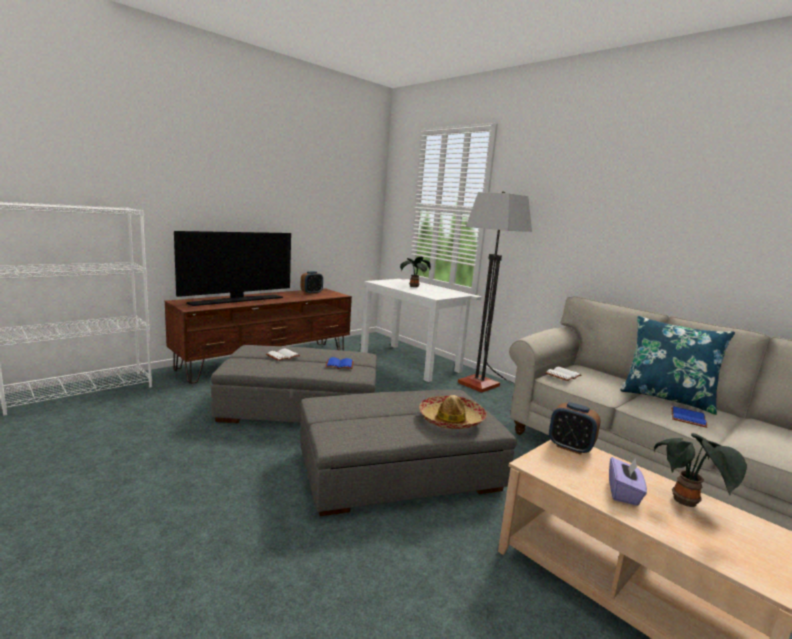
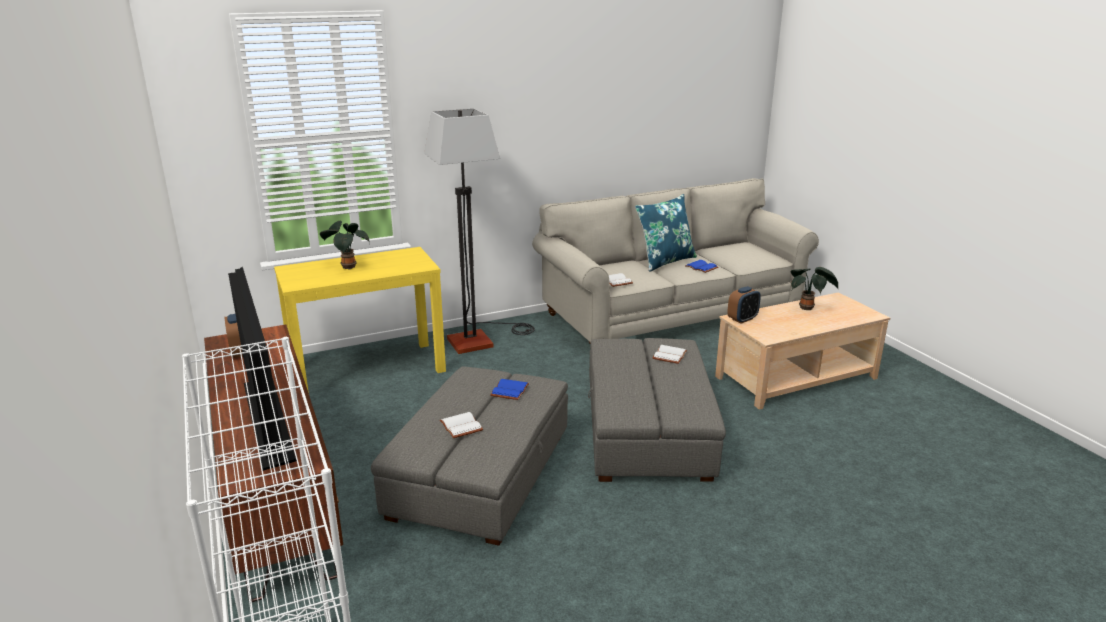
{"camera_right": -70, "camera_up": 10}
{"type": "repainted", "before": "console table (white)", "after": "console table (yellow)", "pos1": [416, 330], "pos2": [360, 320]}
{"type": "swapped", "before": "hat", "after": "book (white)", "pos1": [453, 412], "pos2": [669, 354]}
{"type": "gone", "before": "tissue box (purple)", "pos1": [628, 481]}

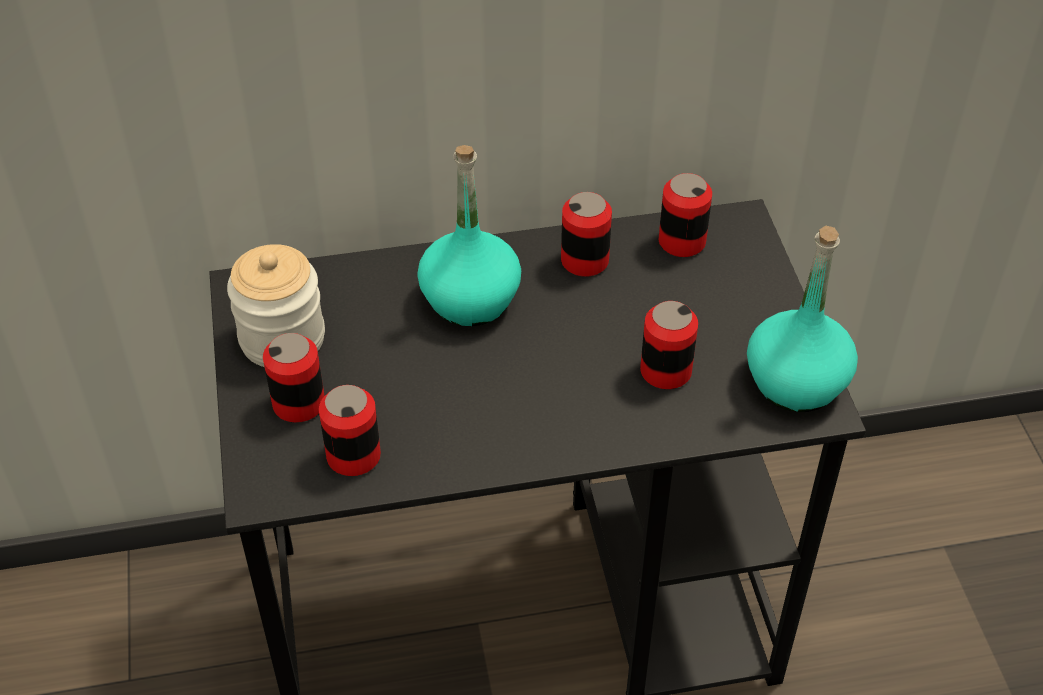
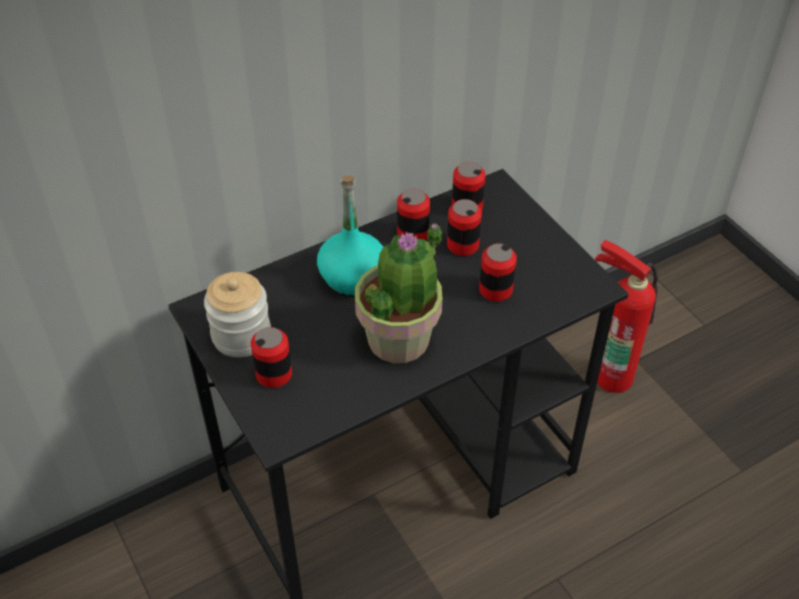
{"camera_right": -20, "camera_up": 0}
{"type": "new", "after": "potted plant", "pos2": [398, 293]}
{"type": "shifted", "before": "can", "pos1": [350, 430], "pos2": [464, 227]}
{"type": "new", "after": "fire extinguisher", "pos2": [626, 316]}
{"type": "gone", "before": "bottle (turquoise)", "pos1": [802, 319]}

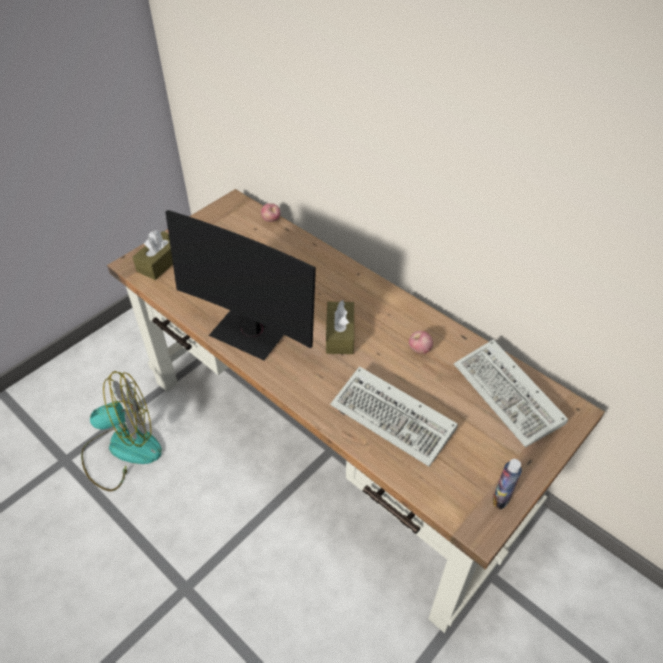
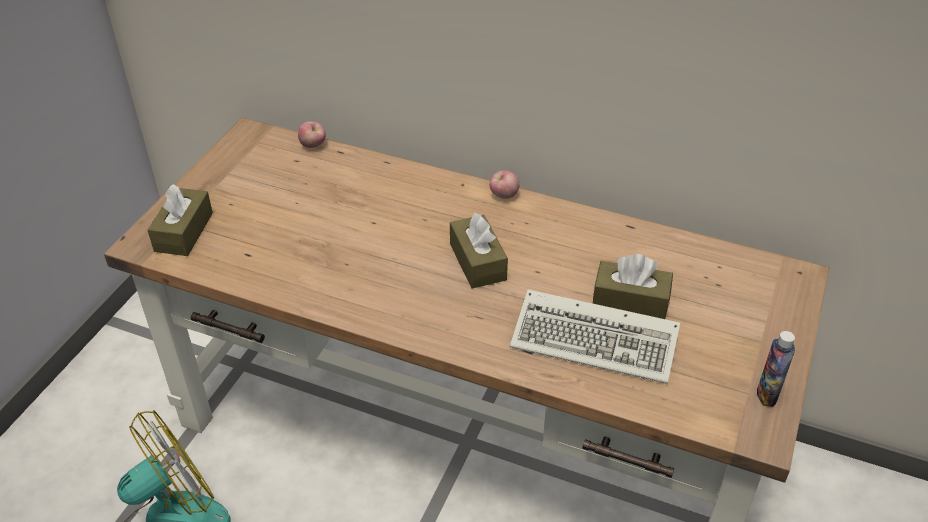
{"camera_right": -20, "camera_up": -5}
{"type": "shifted", "before": "apple", "pos1": [421, 342], "pos2": [504, 184]}
{"type": "new", "after": "tissue box (brown)", "pos2": [633, 286]}
{"type": "gone", "before": "monitor", "pos1": [241, 285]}
{"type": "gone", "before": "keyboard", "pos1": [511, 393]}

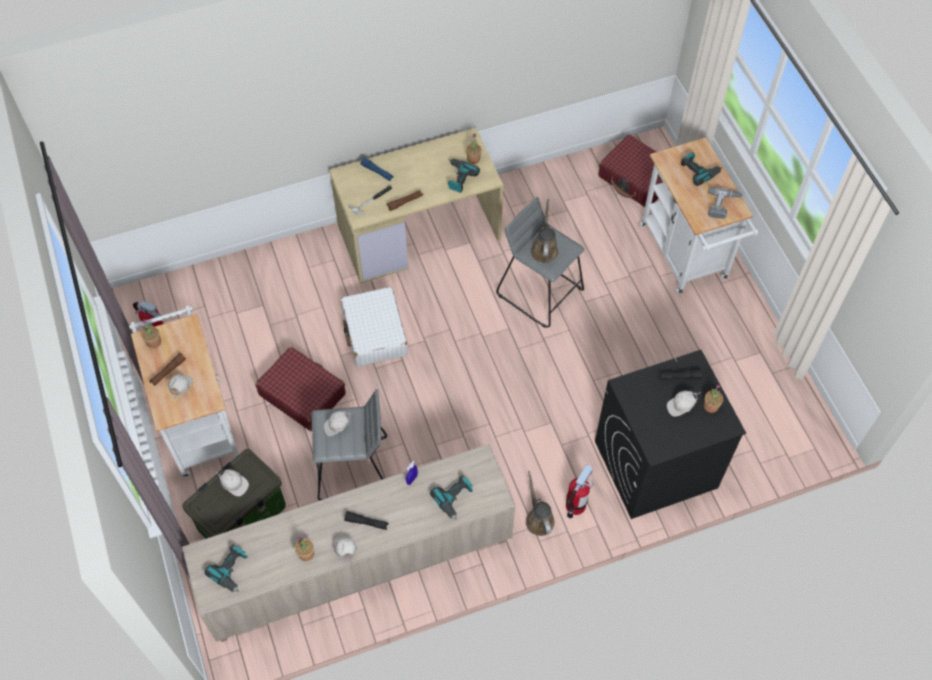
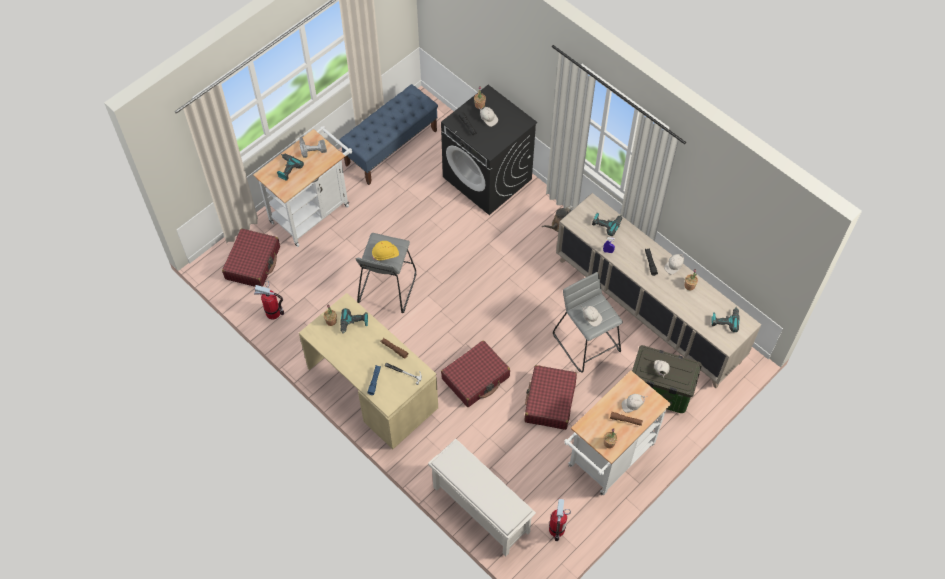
{"camera_right": -115, "camera_up": 0}
{"type": "shifted", "before": "fire extinguisher", "pos1": [580, 491], "pos2": [269, 300]}
{"type": "new", "after": "bench (blue)", "pos2": [388, 134]}
{"type": "swapped", "before": "watering can (brown)", "after": "hard hat (yellow)", "pos1": [544, 231], "pos2": [385, 251]}
{"type": "new", "after": "shoe rack (white)", "pos2": [482, 497]}
{"type": "repainted", "before": "suitcase (white)", "after": "suitcase (red)", "pos1": [374, 327], "pos2": [475, 373]}

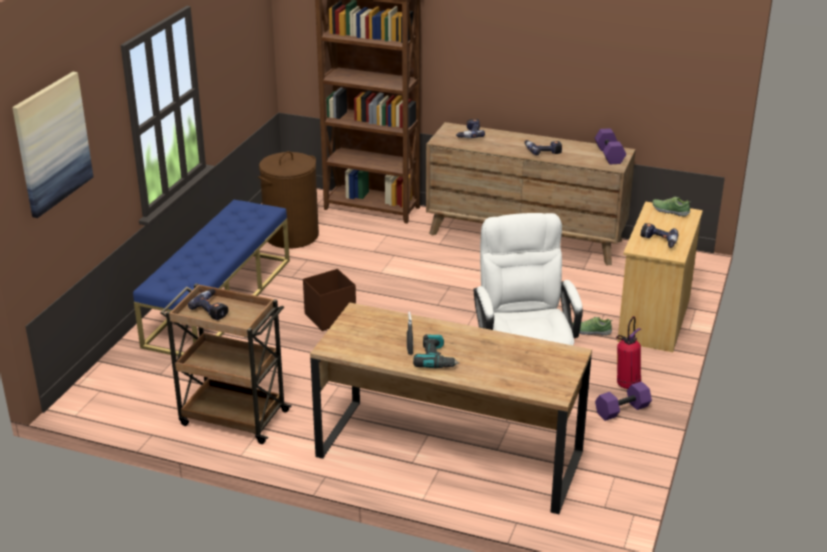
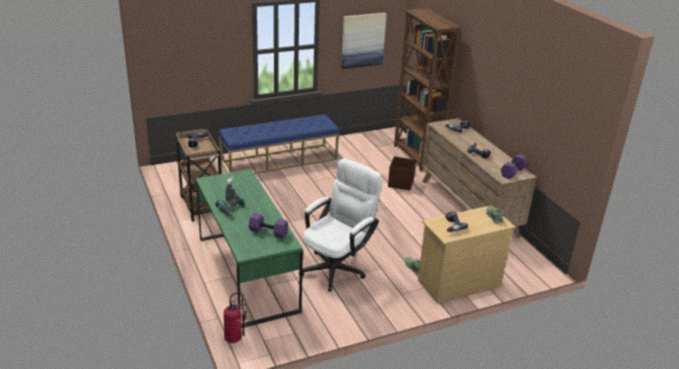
{"camera_right": 45, "camera_up": 0}
{"type": "repainted", "before": "desk (brown)", "after": "desk (green)", "pos1": [451, 408], "pos2": [249, 248]}
{"type": "shifted", "before": "fire extinguisher", "pos1": [629, 352], "pos2": [235, 318]}
{"type": "shifted", "before": "dumbbell (purple)", "pos1": [623, 401], "pos2": [268, 226]}
{"type": "shifted", "before": "picture", "pos1": [52, 145], "pos2": [364, 41]}
{"type": "shifted", "before": "storage box (brown)", "pos1": [329, 300], "pos2": [402, 173]}
{"type": "gone", "before": "laundry basket (brown)", "pos1": [288, 200]}

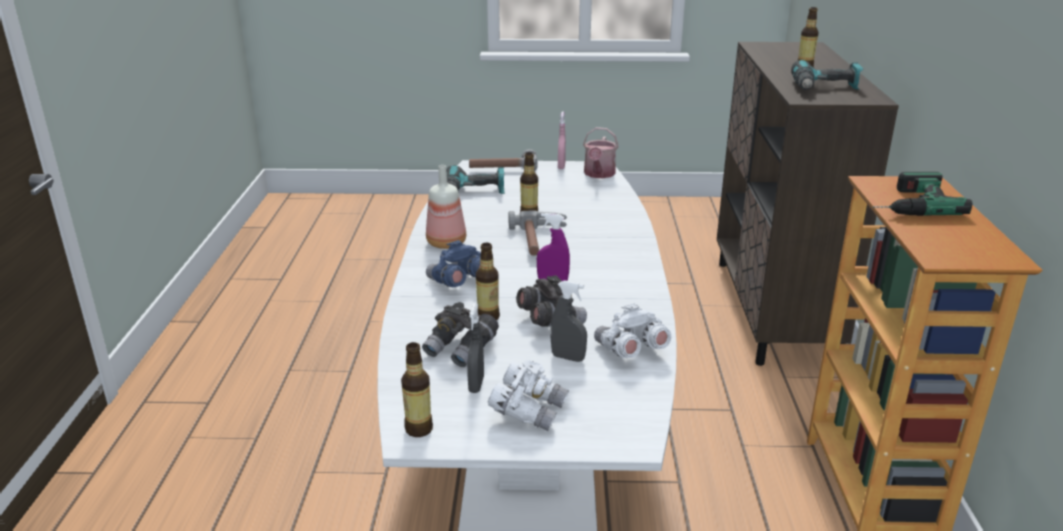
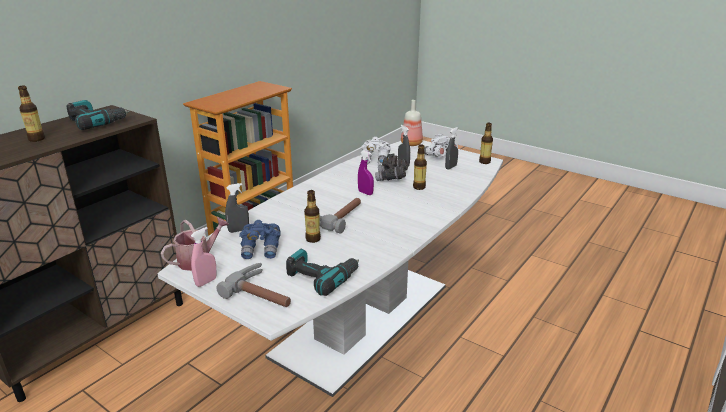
{"camera_right": -145, "camera_up": 0}
{"type": "new", "after": "spray bottle (grey)", "pos2": [237, 208]}
{"type": "shifted", "before": "binoculars (blue)", "pos1": [453, 263], "pos2": [260, 239]}
{"type": "shifted", "before": "bottle", "pos1": [446, 207], "pos2": [412, 123]}
{"type": "gone", "before": "binoculars (grey)", "pos1": [460, 334]}
{"type": "gone", "before": "power drill", "pos1": [922, 194]}

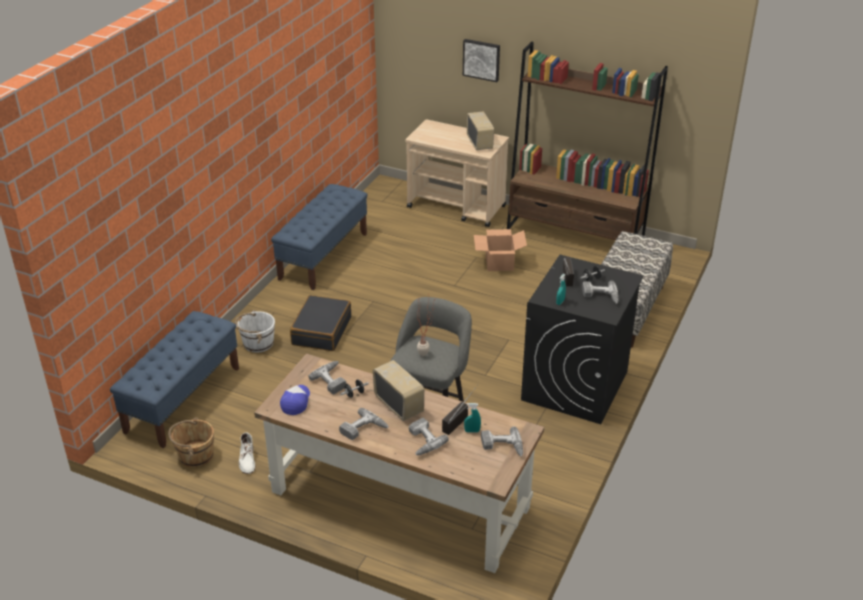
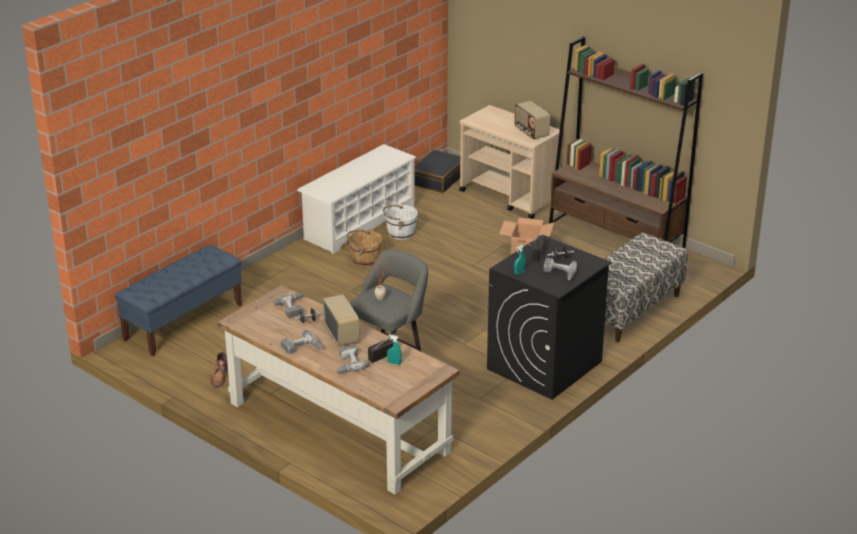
{"camera_right": 15, "camera_up": -5}
{"type": "repainted", "before": "boot (white)", "after": "boot (brown)", "pos1": [247, 453], "pos2": [219, 369]}
{"type": "swapped", "before": "bench (blue)", "after": "shoe rack (white)", "pos1": [319, 237], "pos2": [356, 199]}
{"type": "shifted", "before": "bucket (brown)", "pos1": [191, 442], "pos2": [364, 248]}
{"type": "shifted", "before": "bucket (white)", "pos1": [255, 331], "pos2": [400, 222]}
{"type": "shifted", "before": "suitcase (black)", "pos1": [320, 323], "pos2": [437, 171]}
{"type": "rotated", "before": "radio", "pos1": [480, 130], "pos2": [532, 120], "turn": 150}
{"type": "gone", "before": "cap", "pos1": [295, 400]}
{"type": "gone", "before": "picture", "pos1": [481, 60]}
{"type": "gone", "before": "power drill", "pos1": [502, 441]}

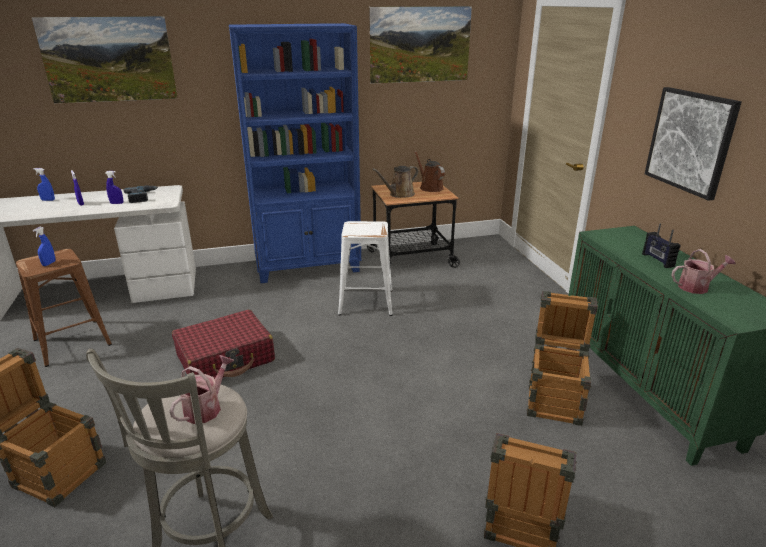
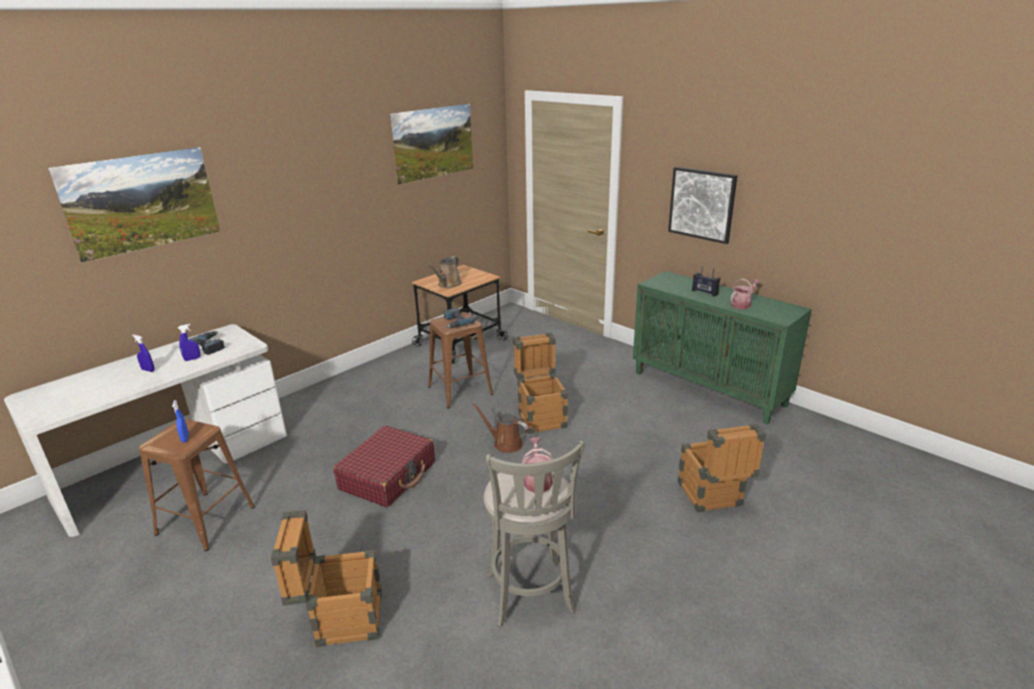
{"camera_right": -30, "camera_up": 0}
{"type": "repainted", "before": "stool (white)", "after": "stool (brown)", "pos1": [365, 268], "pos2": [460, 360]}
{"type": "new", "after": "power drill", "pos2": [459, 318]}
{"type": "shifted", "before": "watering can (brown)", "pos1": [429, 171], "pos2": [500, 427]}
{"type": "shifted", "before": "crate", "pos1": [562, 358], "pos2": [540, 383]}
{"type": "gone", "before": "spray bottle (blue)", "pos1": [44, 184]}
{"type": "gone", "before": "bookcase (blue)", "pos1": [295, 153]}

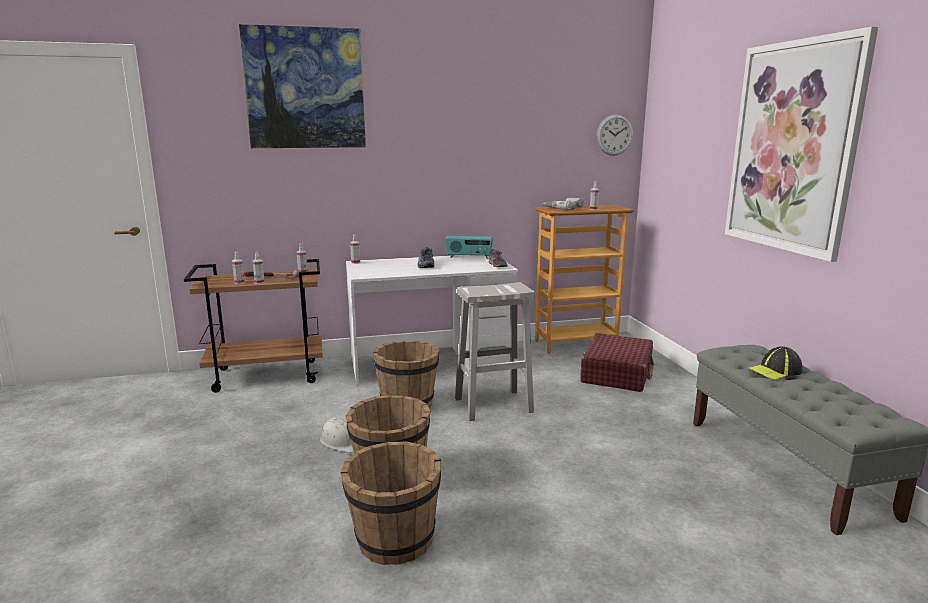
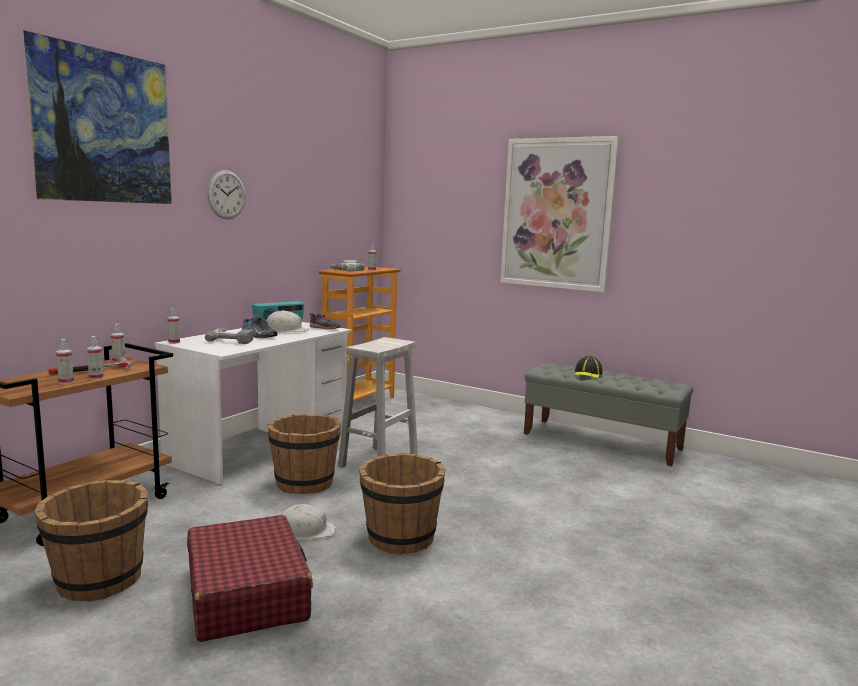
{"camera_right": -45, "camera_up": -5}
{"type": "shifted", "before": "bucket (brown)", "pos1": [391, 503], "pos2": [91, 541]}
{"type": "shifted", "before": "suitcase (red)", "pos1": [617, 362], "pos2": [250, 578]}
{"type": "new", "after": "power drill", "pos2": [229, 336]}
{"type": "shifted", "before": "wall clock", "pos1": [614, 135], "pos2": [226, 194]}
{"type": "new", "after": "hard hat (white)", "pos2": [287, 321]}

